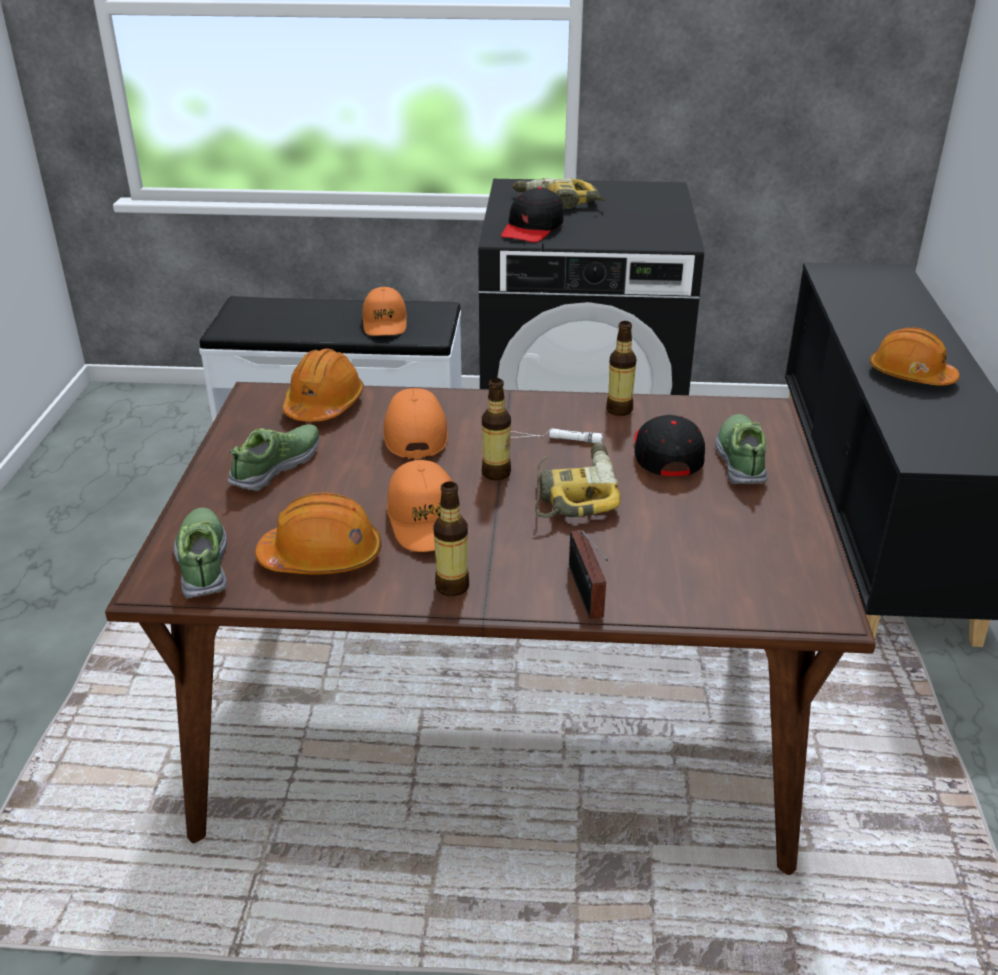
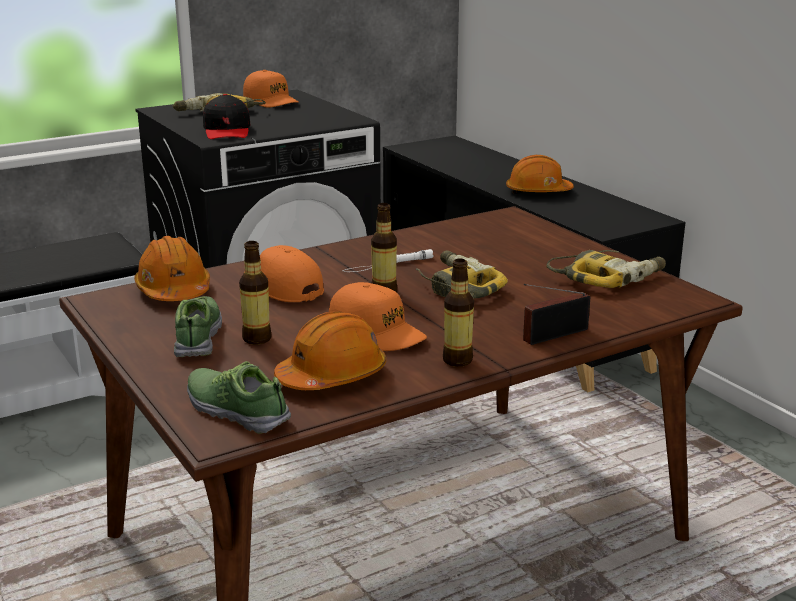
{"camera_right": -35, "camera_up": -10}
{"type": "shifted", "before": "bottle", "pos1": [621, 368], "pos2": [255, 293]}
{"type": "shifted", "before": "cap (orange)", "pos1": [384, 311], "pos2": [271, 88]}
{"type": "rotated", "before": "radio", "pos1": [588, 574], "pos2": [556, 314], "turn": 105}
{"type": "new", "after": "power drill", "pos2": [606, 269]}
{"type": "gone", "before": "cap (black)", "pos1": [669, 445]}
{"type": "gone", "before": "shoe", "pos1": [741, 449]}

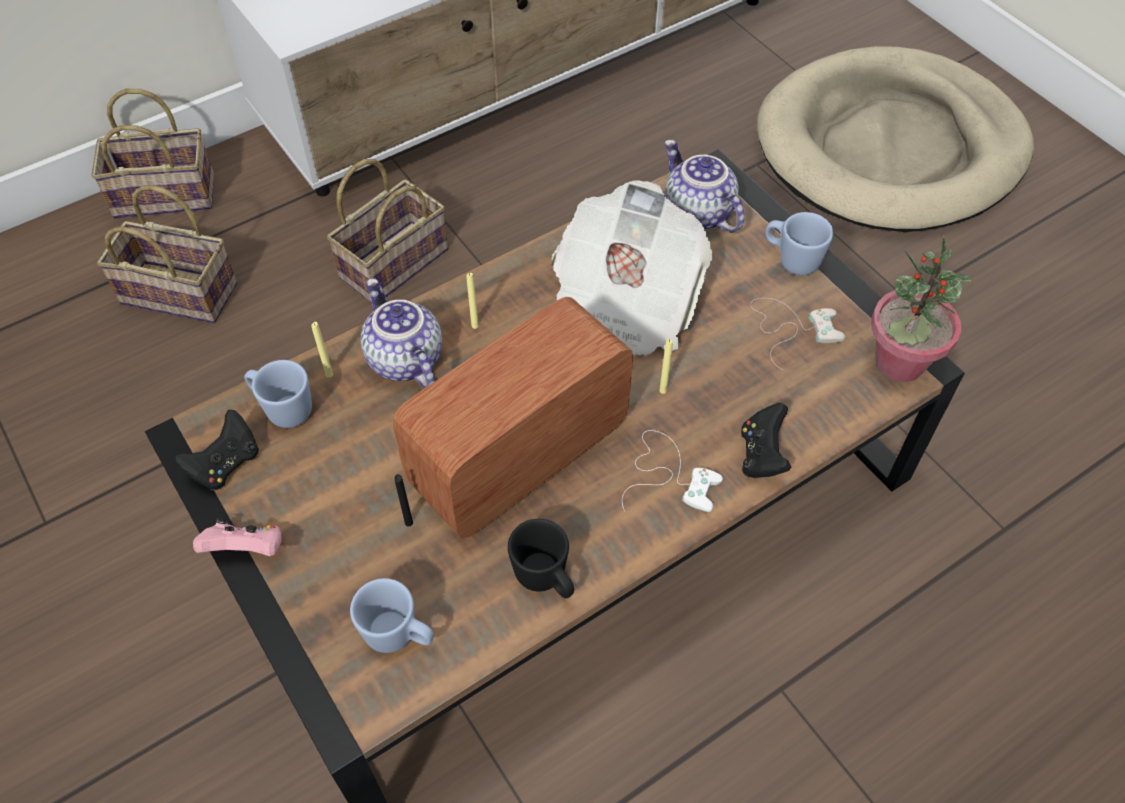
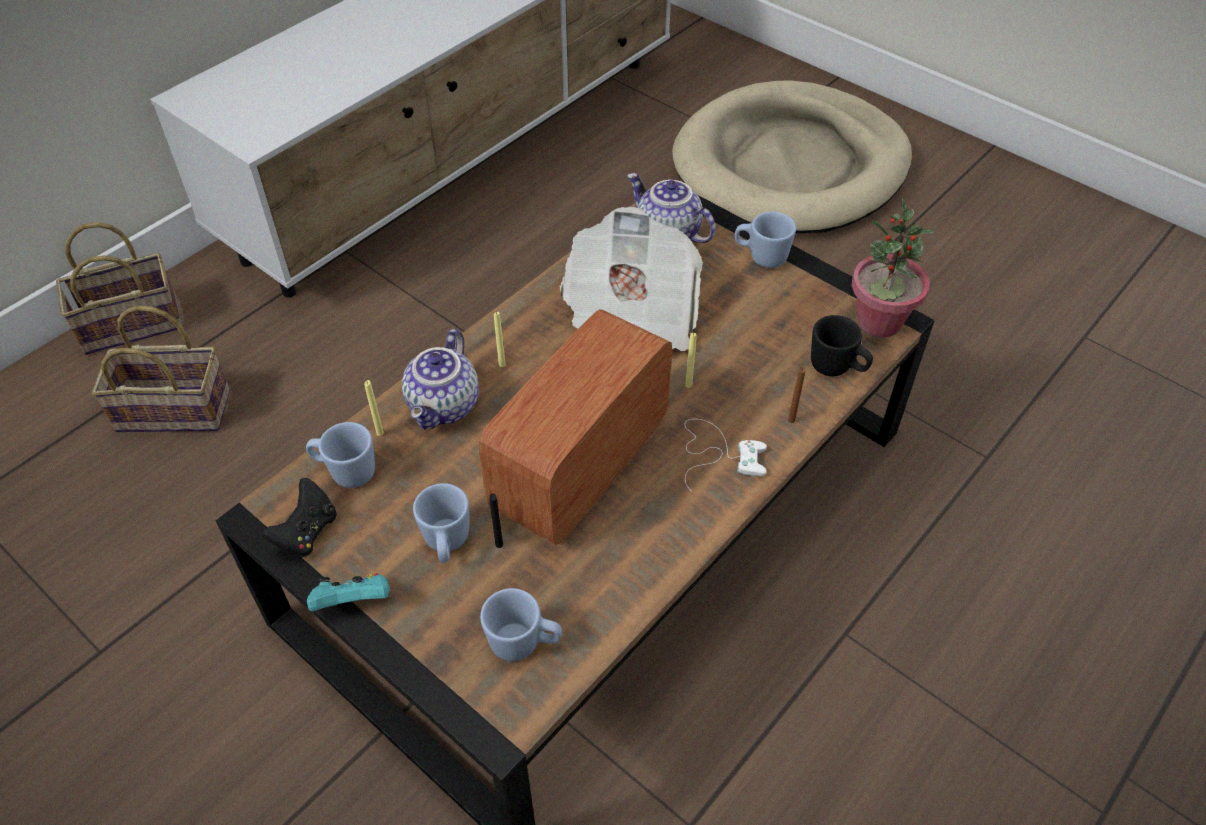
{"camera_right": -15, "camera_up": -5}
{"type": "repainted", "before": "game controller (pink)", "after": "game controller (turquoise)", "pos1": [237, 537], "pos2": [348, 592]}
{"type": "rotated", "before": "teapot", "pos1": [401, 333], "pos2": [440, 379], "turn": -120}
{"type": "new", "after": "mug (blue)", "pos2": [441, 522]}
{"type": "swapped", "before": "game controller (black)", "after": "candle (brown)", "pos1": [766, 440], "pos2": [796, 395]}
{"type": "shifted", "before": "mug (black)", "pos1": [541, 558], "pos2": [842, 345]}
{"type": "gone", "before": "basket", "pos1": [387, 231]}
{"type": "gone", "before": "game controller (white)", "pos1": [797, 334]}

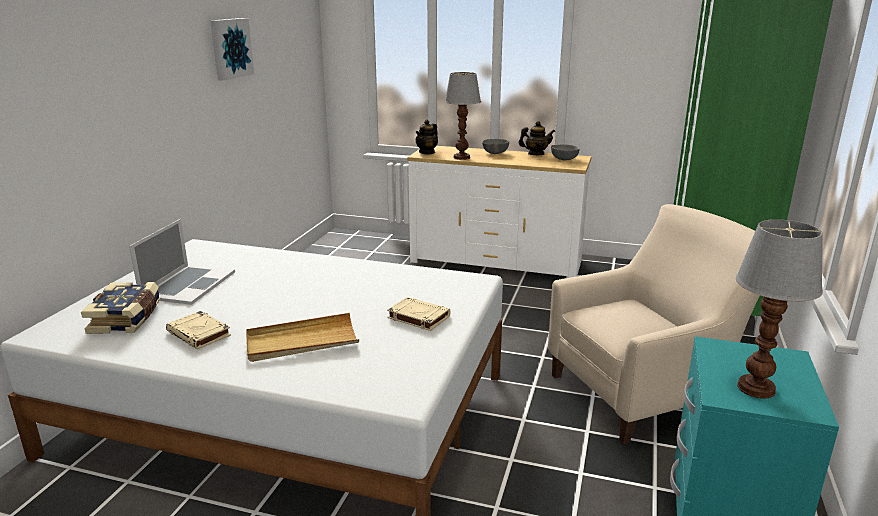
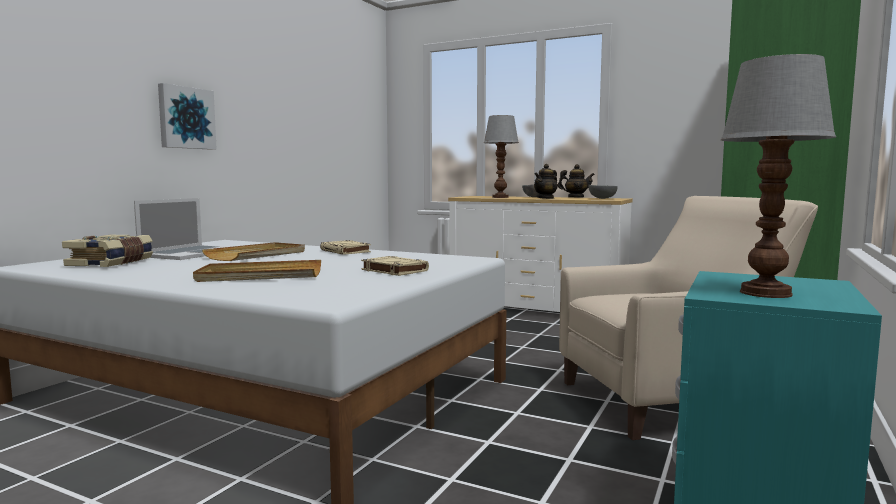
{"camera_right": 10, "camera_up": -15}
{"type": "shifted", "before": "picture", "pos1": [232, 49], "pos2": [187, 116]}
{"type": "new", "after": "tray (beige)", "pos2": [253, 251]}
{"type": "shifted", "before": "book (beige)", "pos1": [198, 330], "pos2": [345, 247]}
{"type": "shifted", "before": "teapot", "pos1": [426, 137], "pos2": [546, 181]}

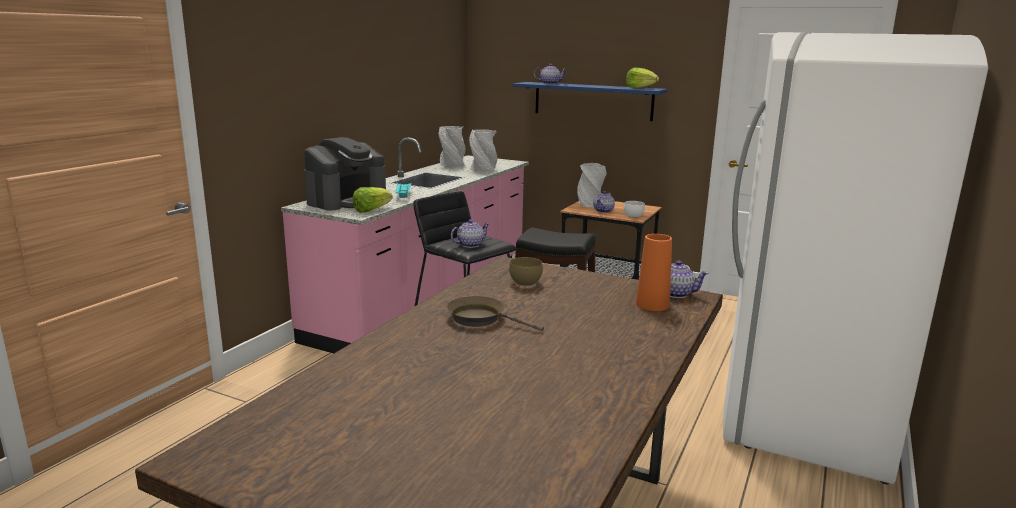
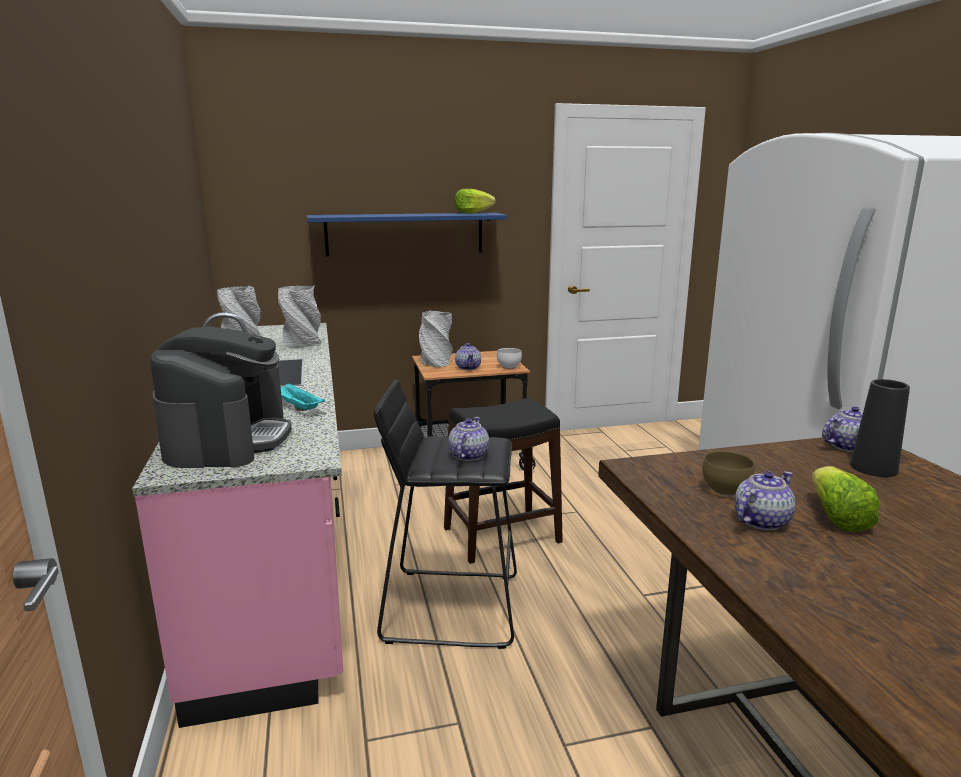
{"camera_right": -40, "camera_up": 0}
{"type": "shifted", "before": "teapot", "pos1": [550, 74], "pos2": [765, 500]}
{"type": "shifted", "before": "lettuce", "pos1": [372, 200], "pos2": [846, 499]}
{"type": "repainted", "before": "vase (orange)", "after": "vase (black)", "pos1": [654, 272], "pos2": [880, 428]}
{"type": "gone", "before": "frying pan (brown)", "pos1": [495, 313]}

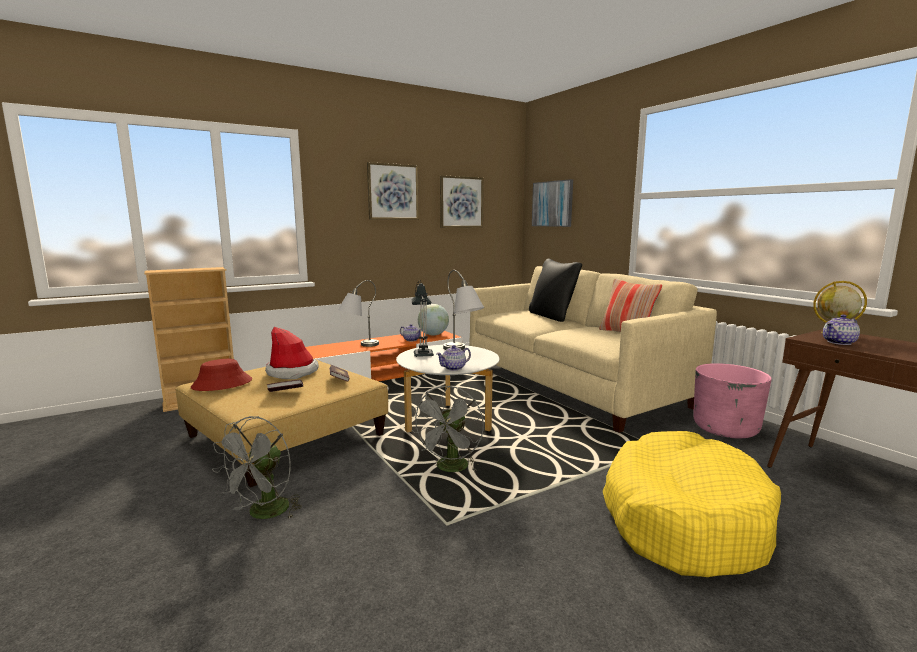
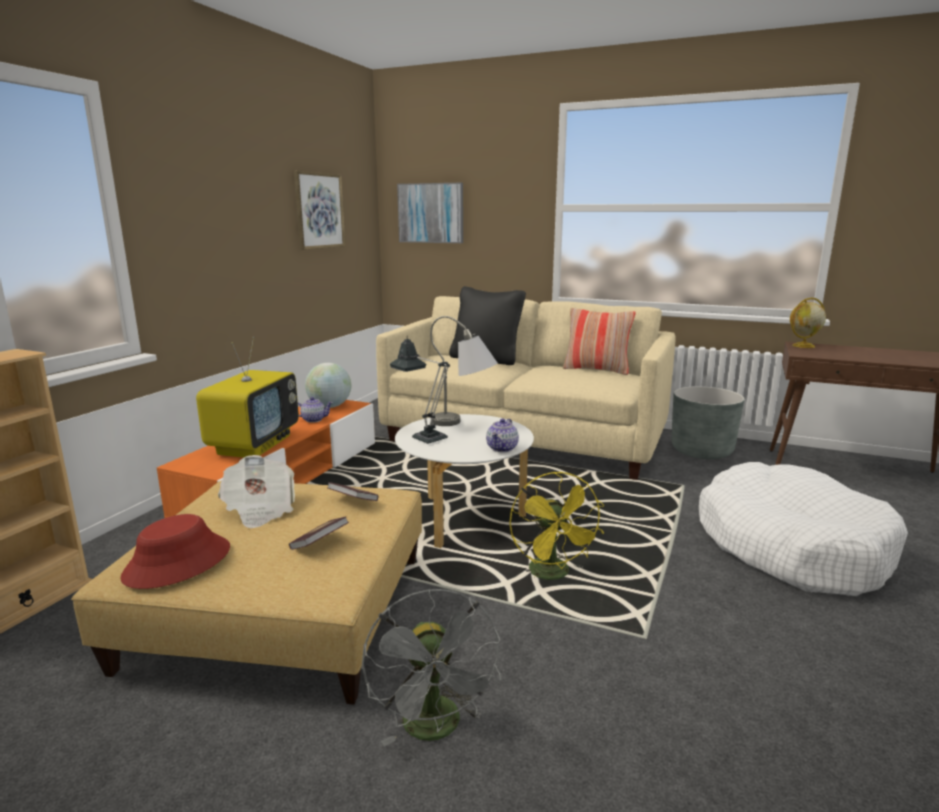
{"camera_right": -35, "camera_up": 5}
{"type": "swapped", "before": "table lamp (grey)", "after": "television", "pos1": [358, 313], "pos2": [247, 397]}
{"type": "swapped", "before": "hat", "after": "newspaper", "pos1": [292, 353], "pos2": [256, 491]}
{"type": "repainted", "before": "fan (grey)", "after": "fan (yellow)", "pos1": [447, 428], "pos2": [556, 525]}
{"type": "repainted", "before": "planter (pink)", "after": "planter (grey)", "pos1": [732, 401], "pos2": [708, 422]}
{"type": "repainted", "before": "dog bed (yellow)", "after": "dog bed (white)", "pos1": [692, 504], "pos2": [803, 529]}
{"type": "gone", "before": "picture", "pos1": [393, 191]}
{"type": "gone", "before": "teapot", "pos1": [841, 329]}

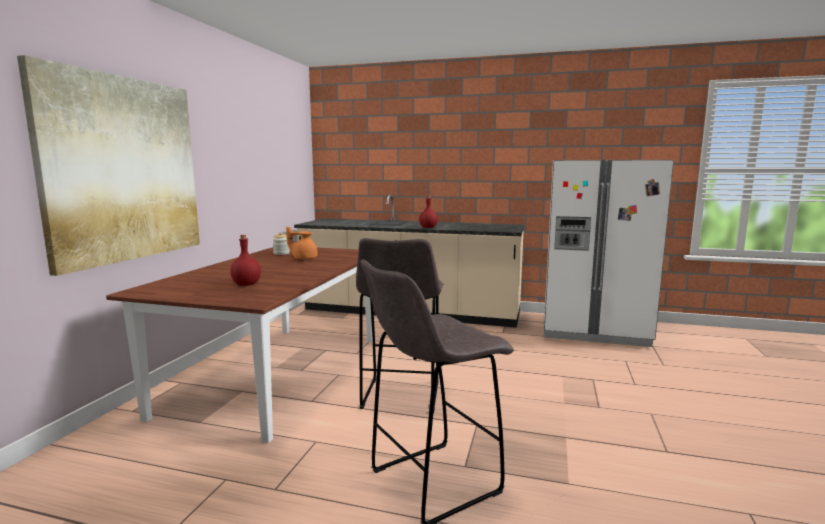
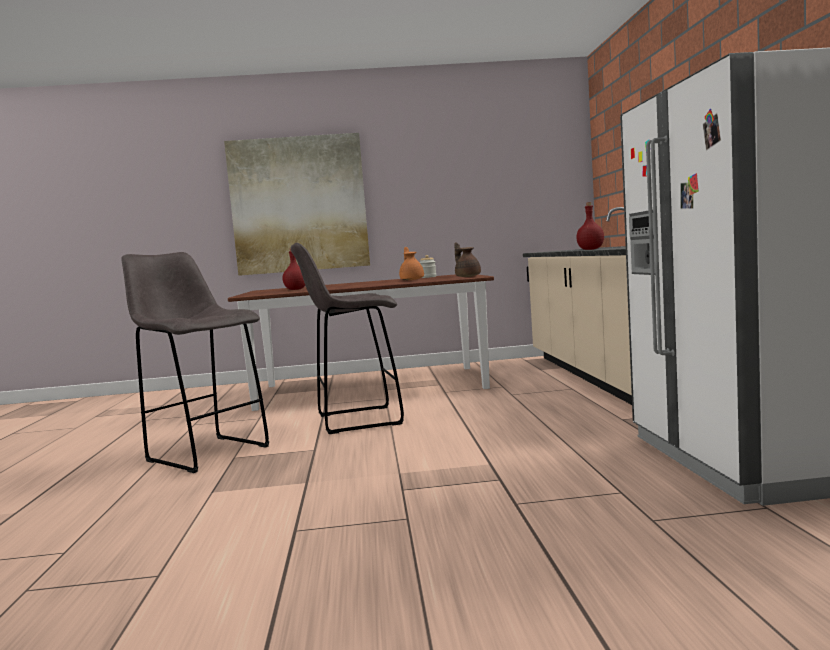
{"camera_right": 70, "camera_up": -5}
{"type": "new", "after": "teapot (brown)", "pos2": [468, 259]}

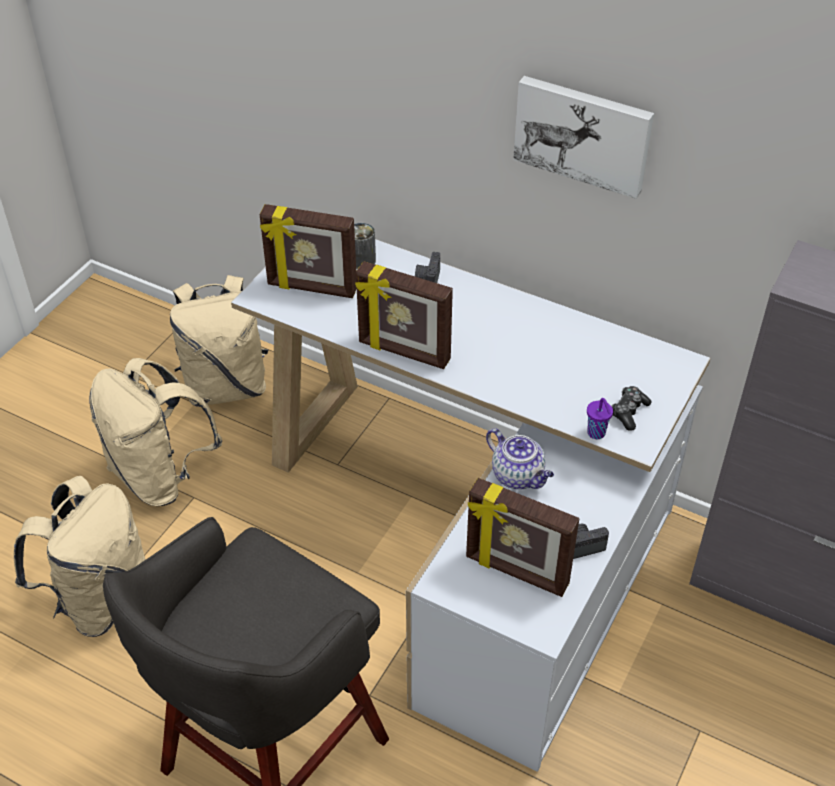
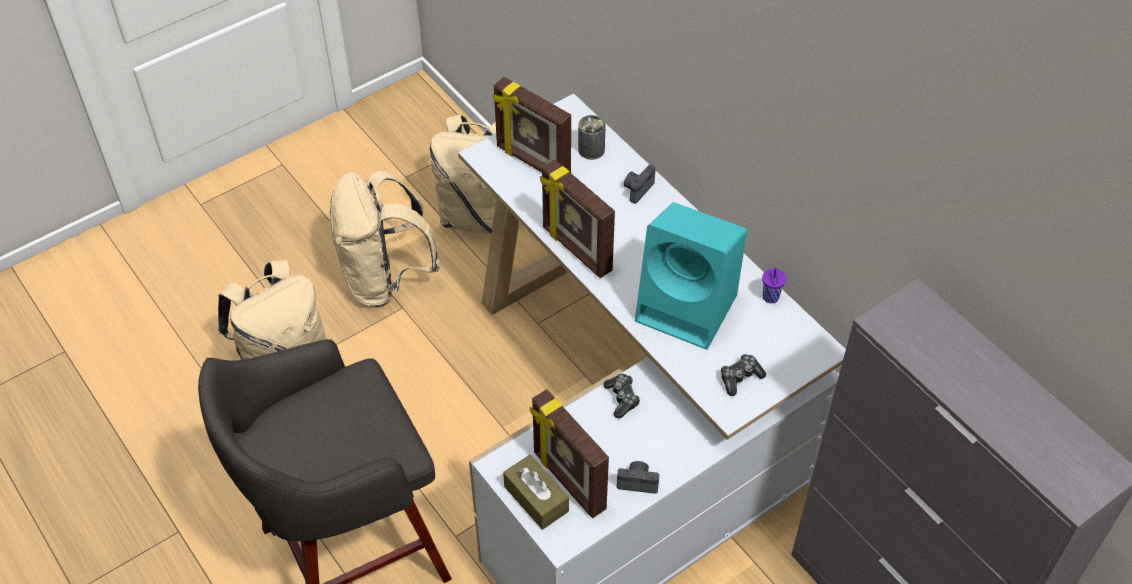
{"camera_right": 25, "camera_up": 5}
{"type": "new", "after": "tissue box (brown)", "pos2": [536, 492]}
{"type": "swapped", "before": "teapot", "after": "game controller", "pos1": [520, 458], "pos2": [621, 396]}
{"type": "new", "after": "speaker (turquoise)", "pos2": [691, 276]}
{"type": "shifted", "before": "cup (purple)", "pos1": [600, 418], "pos2": [774, 286]}
{"type": "gone", "before": "picture", "pos1": [583, 137]}

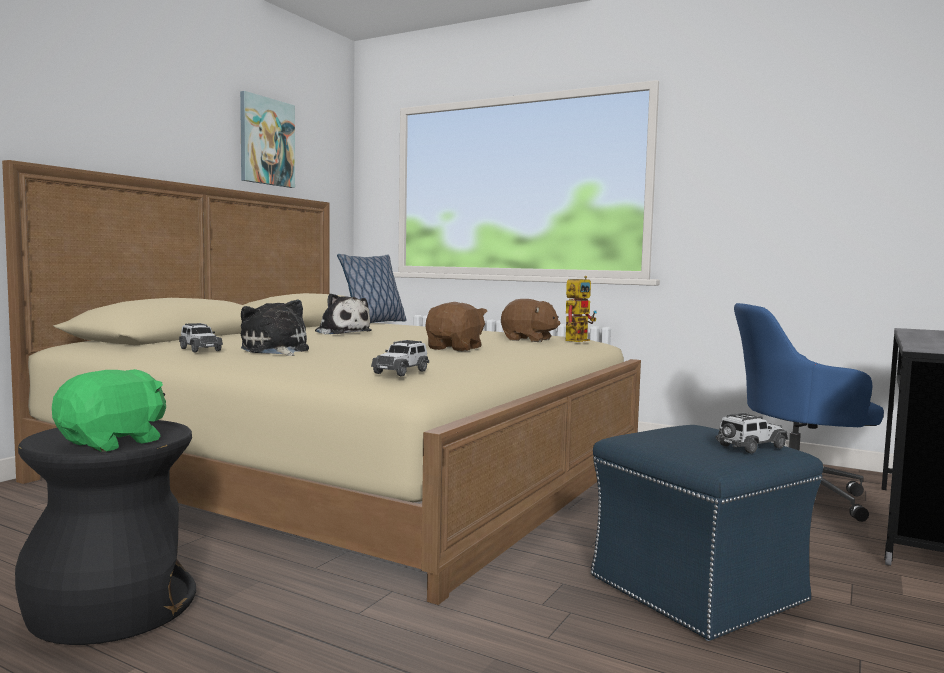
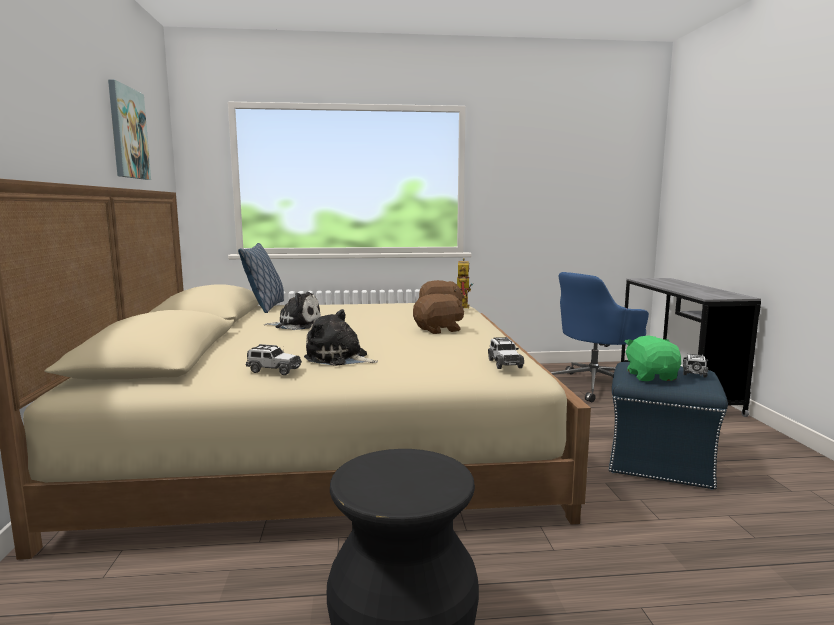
{"camera_right": -35, "camera_up": 5}
{"type": "rotated", "before": "plush toy (brown)", "pos1": [456, 326], "pos2": [438, 314], "turn": 75}
{"type": "shifted", "before": "plush toy (green)", "pos1": [109, 410], "pos2": [652, 358]}

